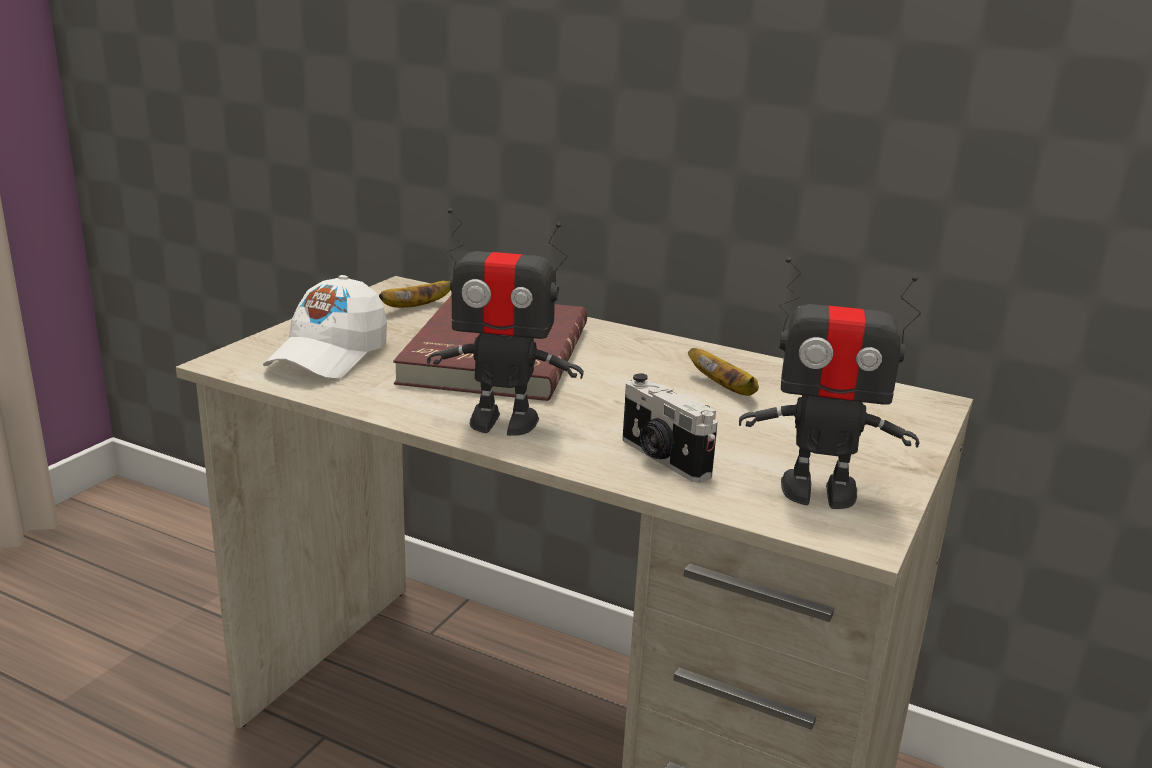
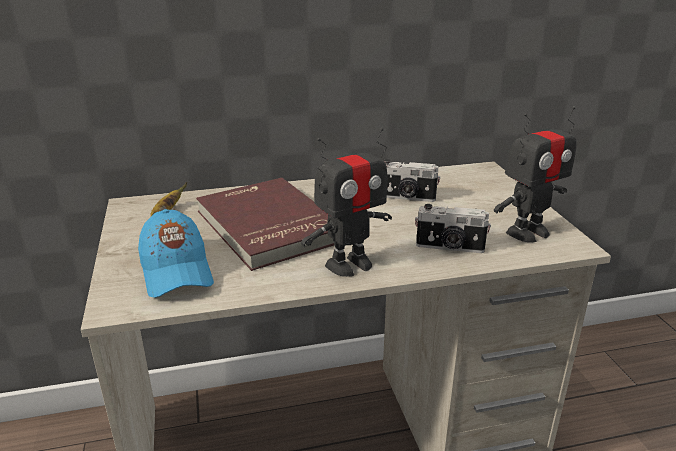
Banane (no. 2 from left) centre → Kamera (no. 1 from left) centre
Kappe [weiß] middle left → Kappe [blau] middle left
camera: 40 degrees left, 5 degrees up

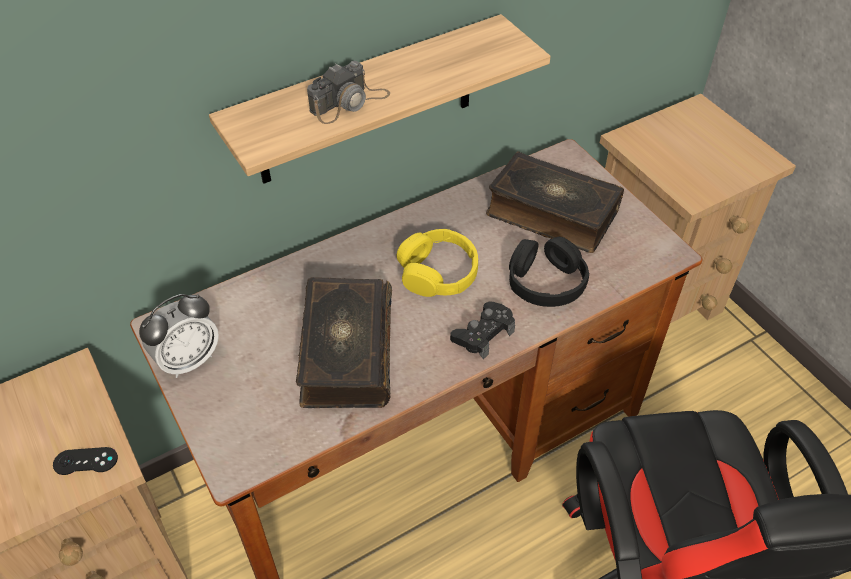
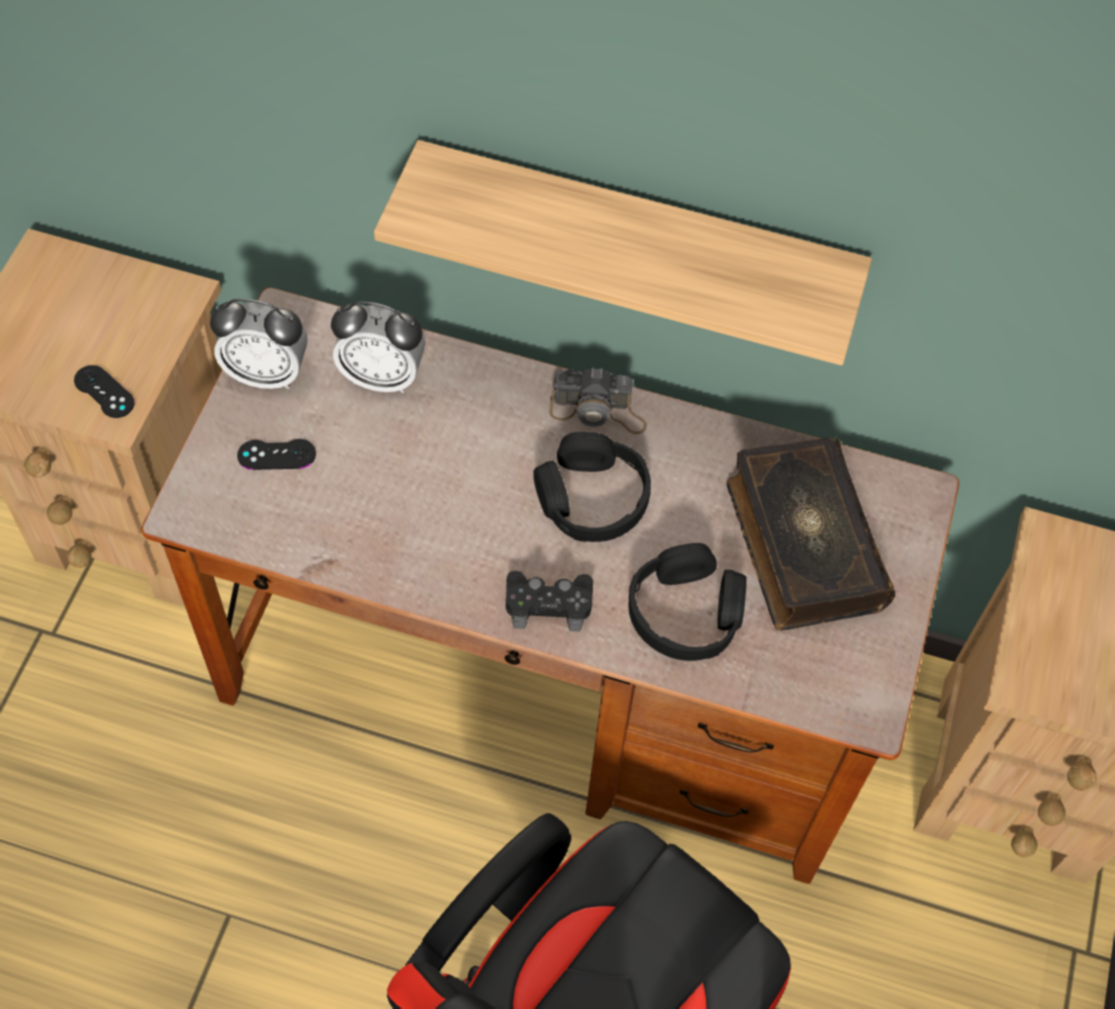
Buch (no. 1 from left) centre → -
- → Gamepad [schwarz] (no. 2 from left) middle left
- → Wecker (no. 2 from left) centre
Kamera top centre → Kamera centre, shifted
Kopfhörer [gelb] centre → Kopfhörer [schwarz] (no. 1 from left) centre
camera: 45 degrees right, 10 degrees up

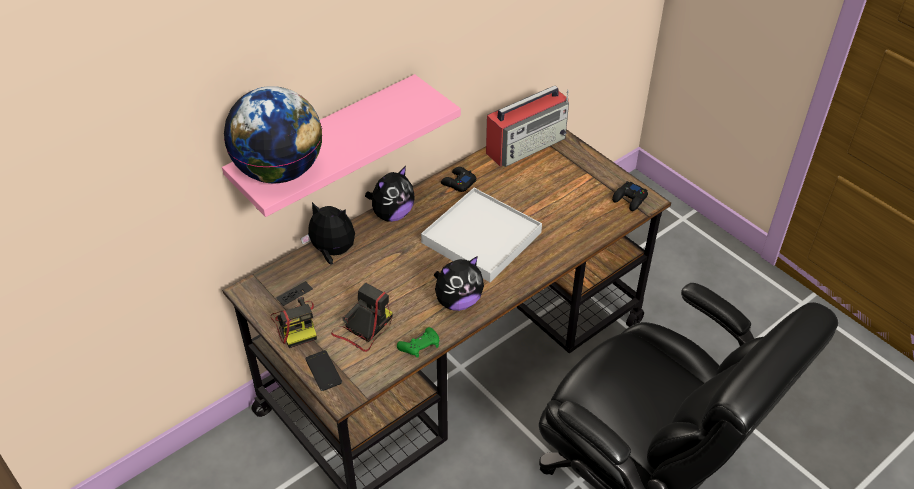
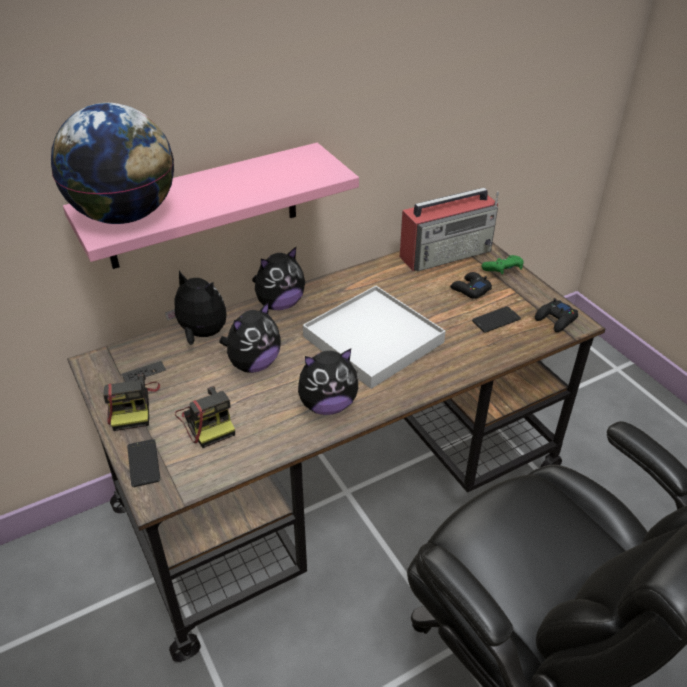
- → Plüschtier (no. 2 from left) centre
- → Handy (no. 2 from left) middle right
Gamepad [grün] bottom centre → Gamepad [grün] middle right, shifted
Gamepad [schwarz] (no. 1 from left) centre → Gamepad [schwarz] (no. 1 from left) middle right, shifted
Kamera (no. 2 from left) centre → Kamera (no. 2 from left) middle left, 105 degrees clockwise
camera: 10 degrees right, 5 degrees down

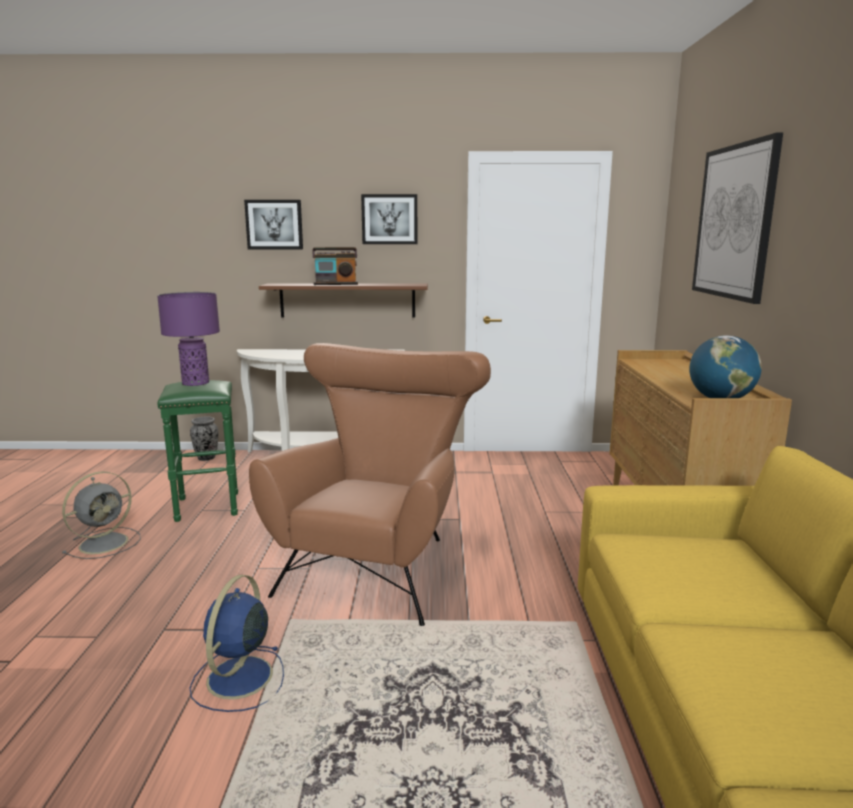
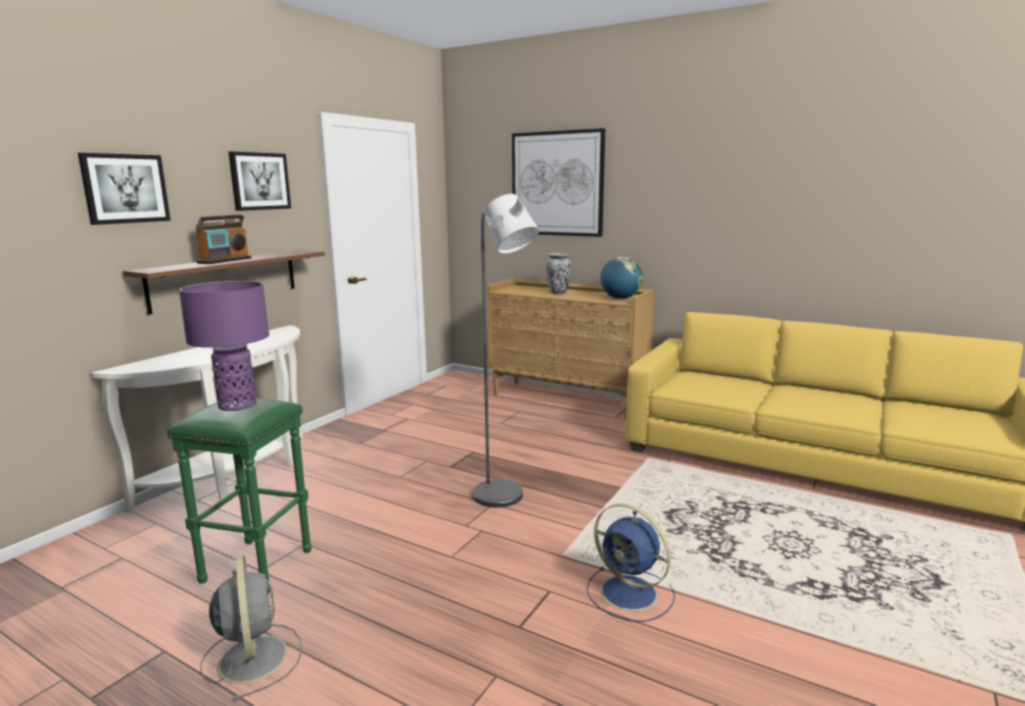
Vase middle left → Vase centre, shifted
Sessel [braun] centre → Stehlampe [grau] centre
camera: 60 degrees left, 0 degrees up

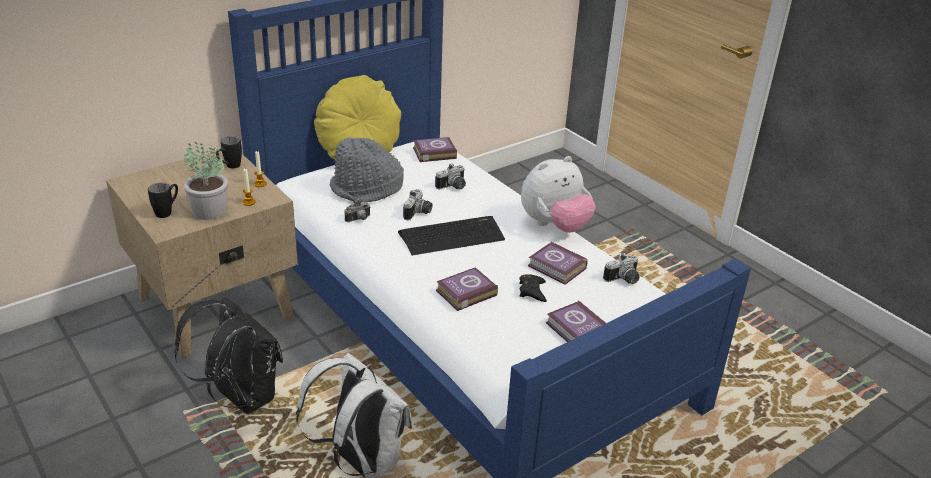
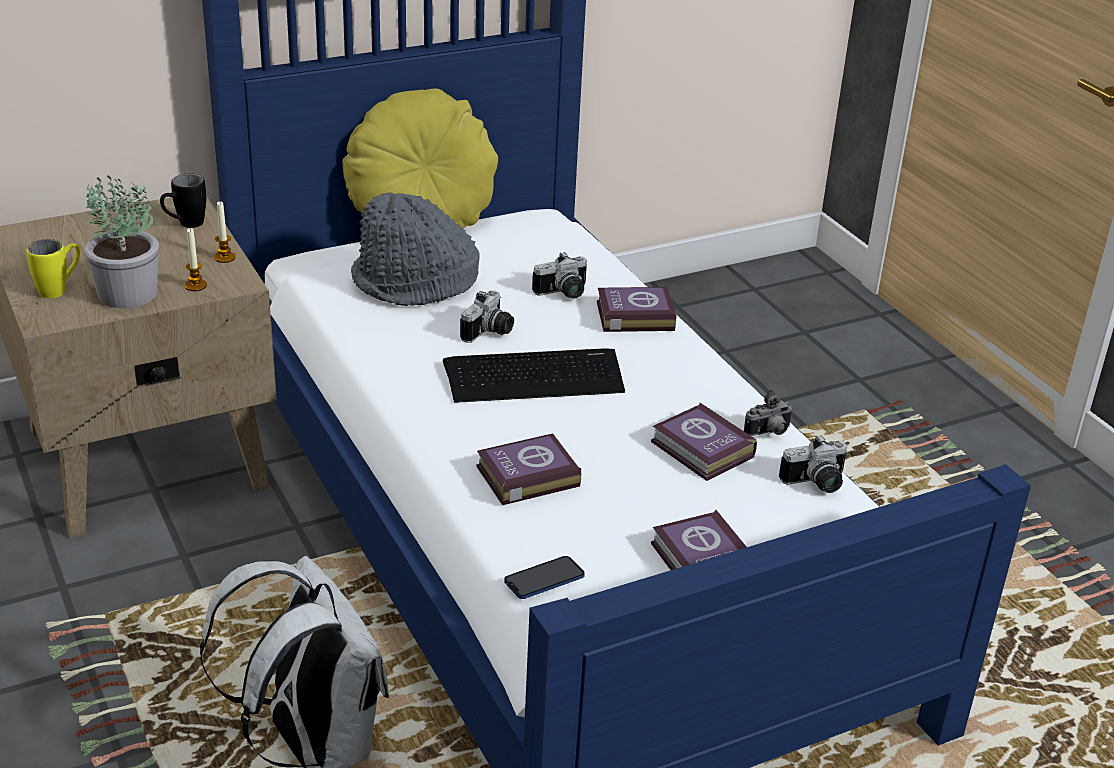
Rucksack [schwarz] bottom left → -
Gamepad [schwarz] centre → -
Plüschtier centre → -
- → Handy bottom centre
Kamera (no. 1 from left in the first image) centre → Kamera (no. 3 from left) middle right, shifted
Buch (no. 1 from left in the first image) top centre → Buch (no. 2 from left) centre, shifted
Henkelbecher [schwarz] (no. 1 from left) middle left → Henkelbecher [gelb] middle left
camera: 10 degrees right, 0 degrees up

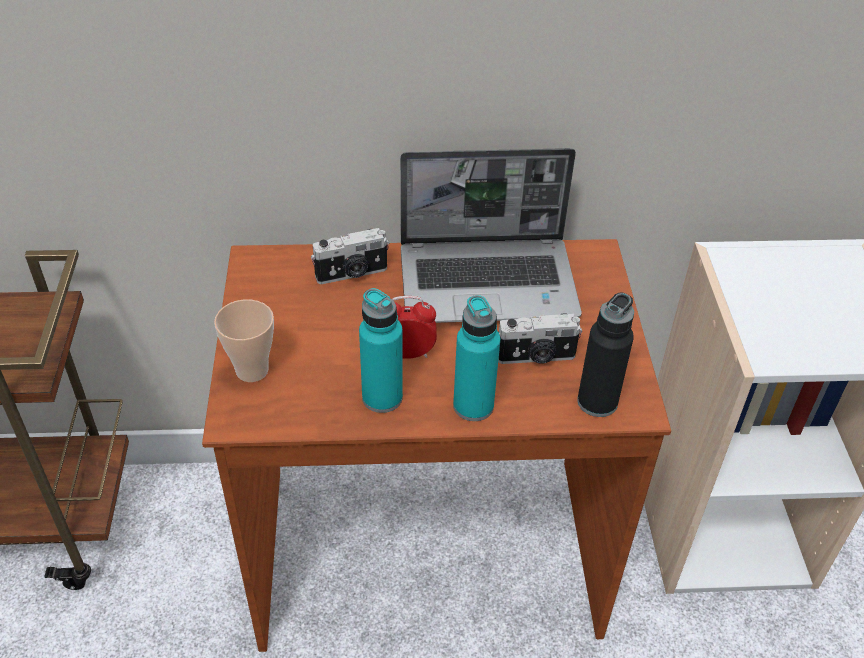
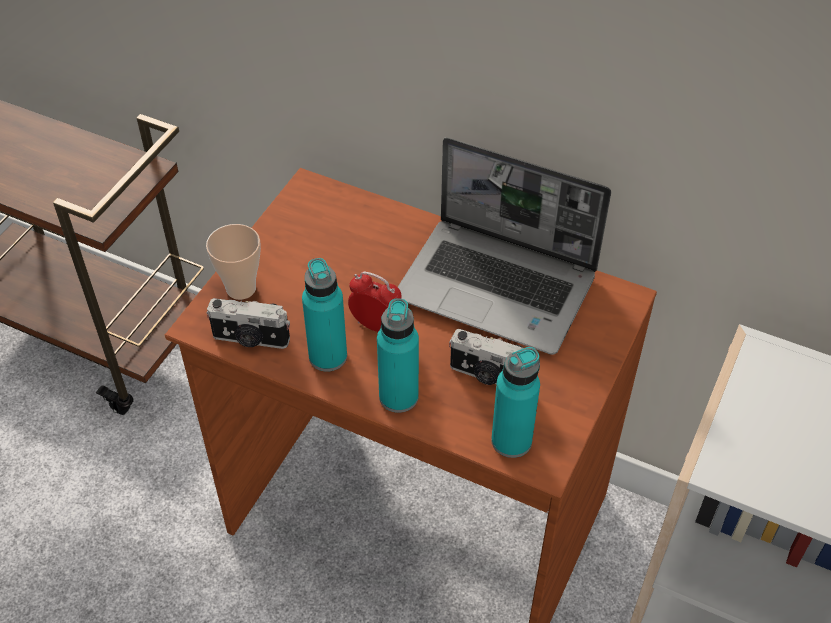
Kamera (no. 1 from left) centre → Kamera (no. 1 from left) middle left, shifted
Flasche [schwarz] middle right → Flasche [türkis] (no. 3 from left) centre
camera: 30 degrees right, 5 degrees up

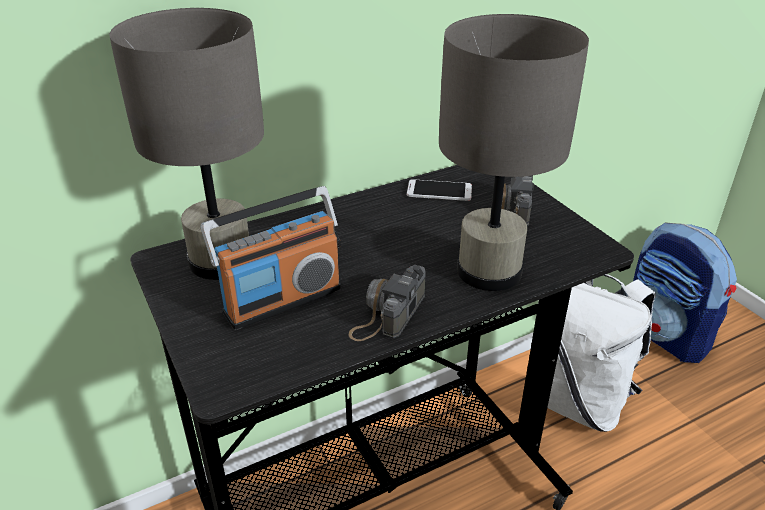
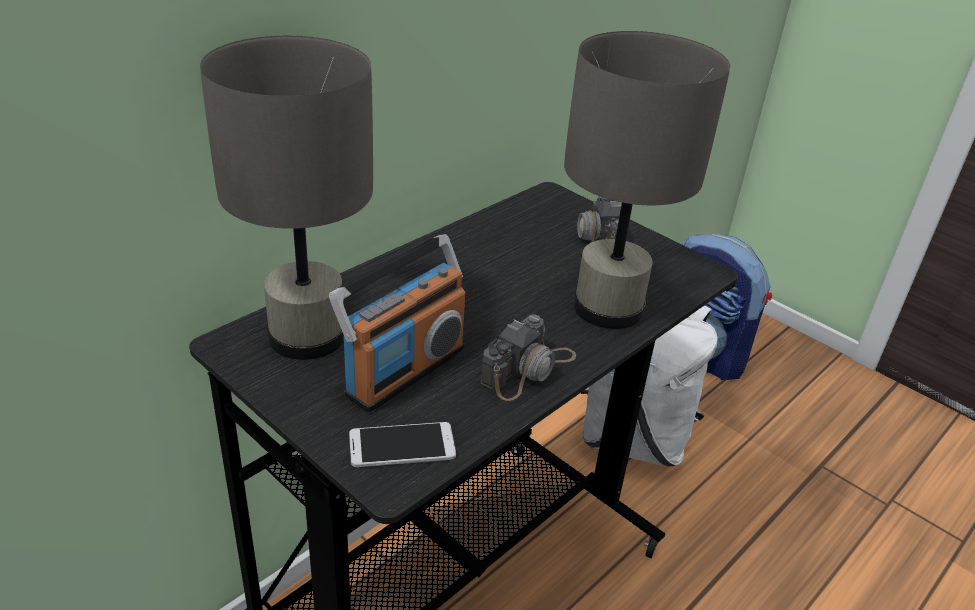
Handy centre → Handy bottom centre, shifted
Kamera (no. 1 from left) centre, 150 degrees counterclockwise
camera: 20 degrees left, 0 degrees up

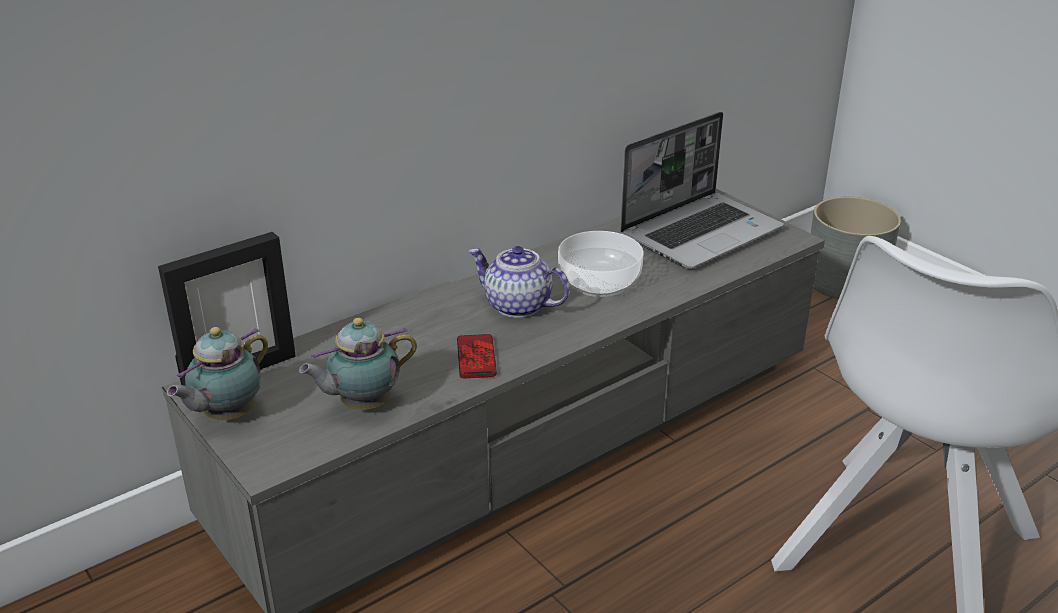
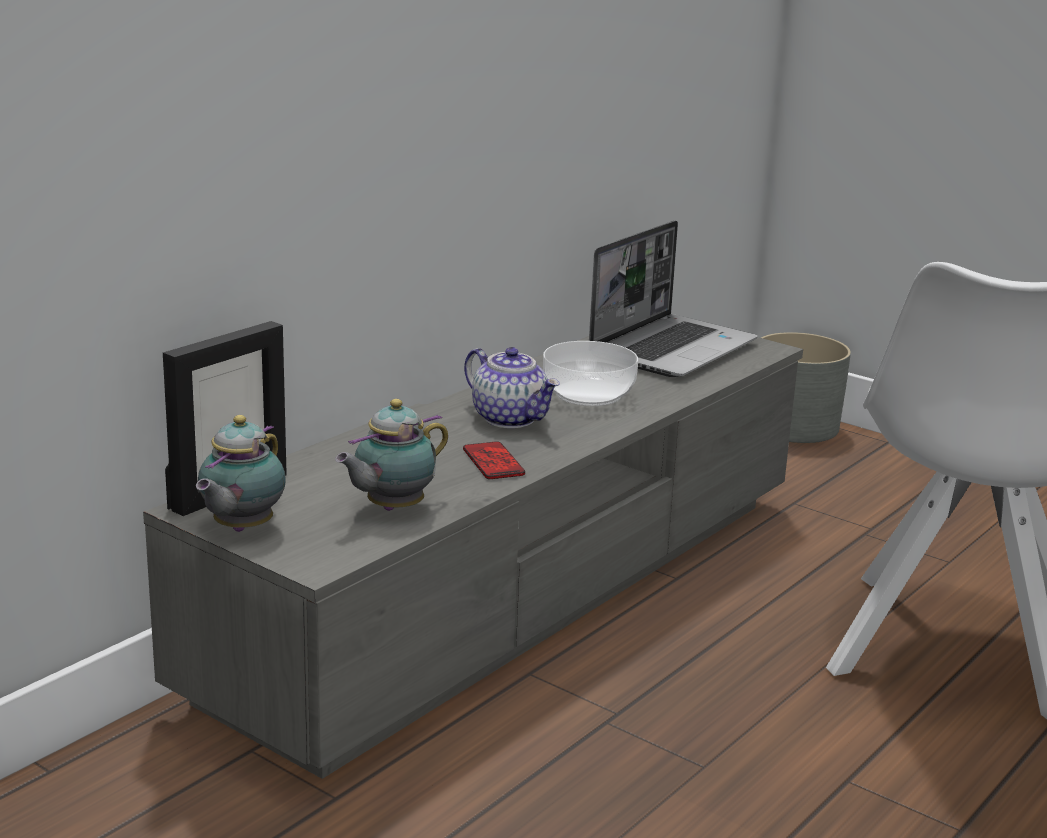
Teekanne (no. 3 from left) centre, 150 degrees counterclockwise
camera: 15 degrees left, 10 degrees down

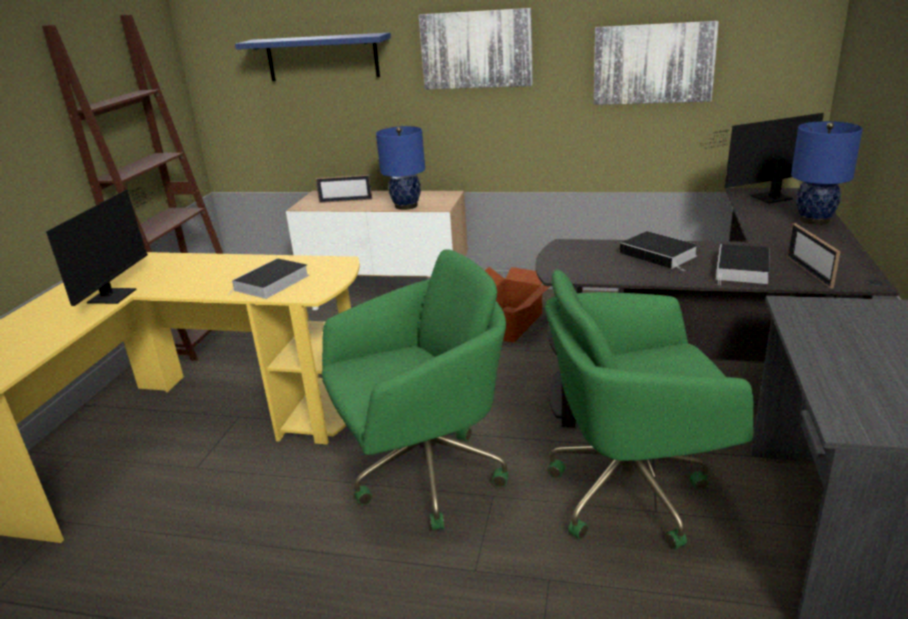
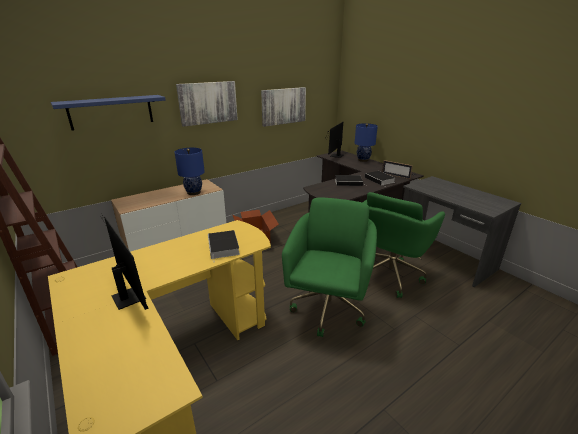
Bilderrahmen (no. 1 from left) top centre → -
camera: 50 degrees left, 0 degrees up

